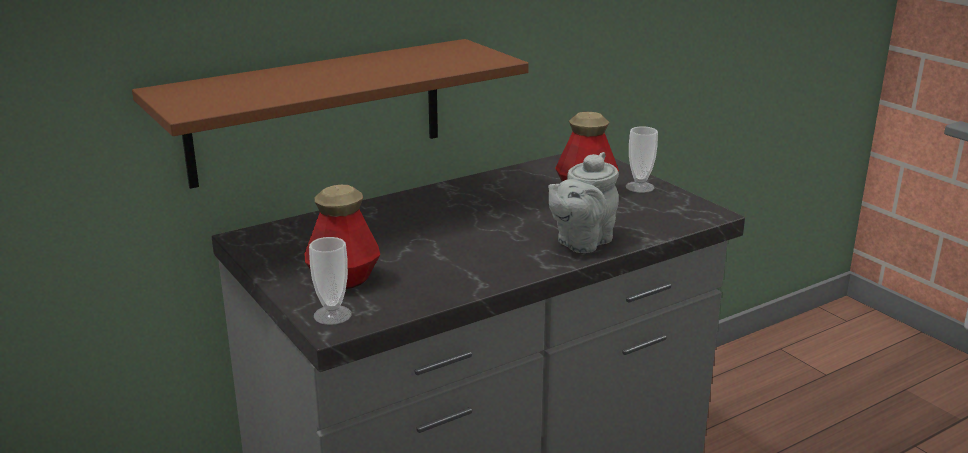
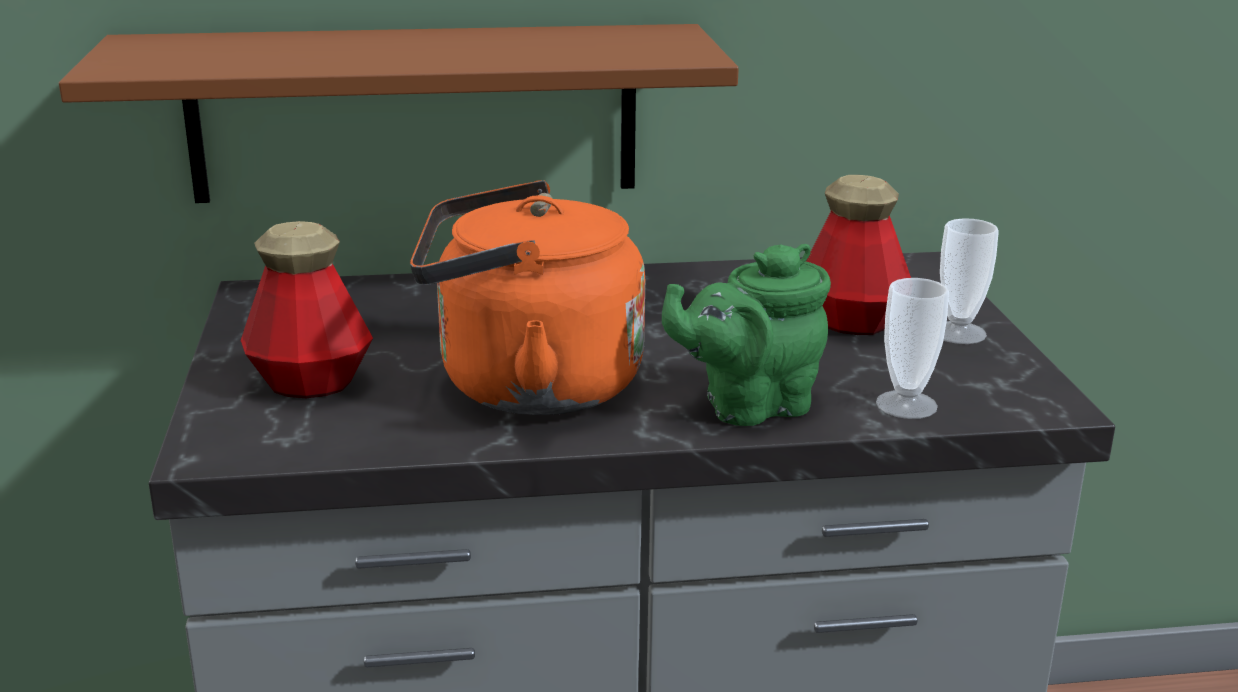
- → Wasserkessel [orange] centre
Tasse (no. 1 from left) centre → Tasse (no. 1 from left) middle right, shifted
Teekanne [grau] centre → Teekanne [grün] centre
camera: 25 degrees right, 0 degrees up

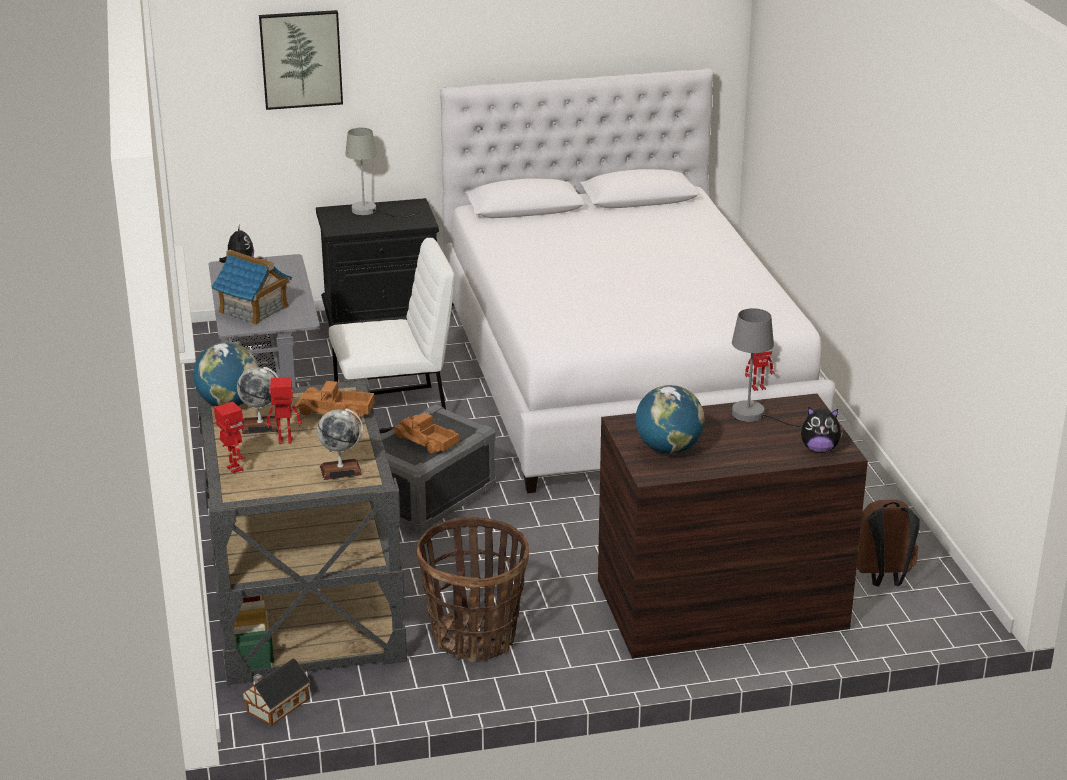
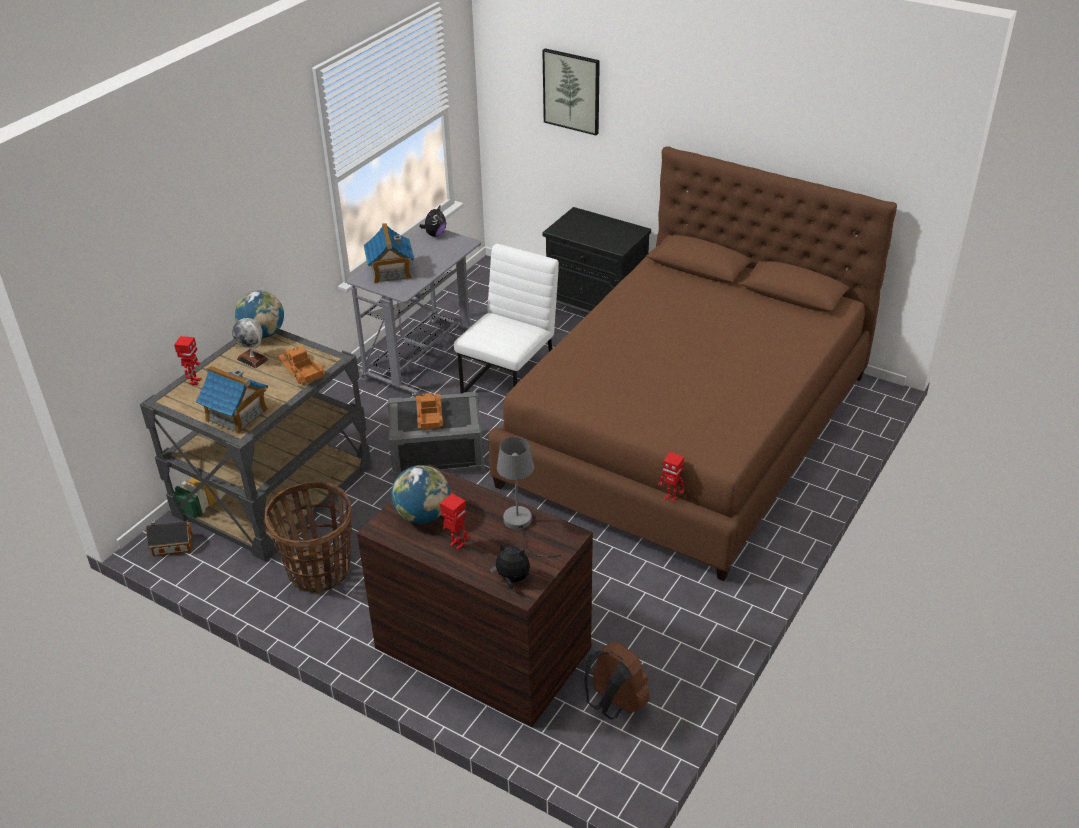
Tischlampe [grau] (no. 1 from left) top centre → -
Spielzeugroboter (no. 2 from left) middle left → Spielzeugroboter (no. 2 from left) centre, shifted
Globus (no. 3 from left) middle left → Spielzeughaus (no. 2 from left) middle left
Bett [weiß] centre → Bett [braun] centre
Stuhl [weiß] centre, 90 degrees counterclockwise
Plüschtier (no. 2 from left) middle right → Plüschtier (no. 2 from left) bottom centre, 150 degrees clockwise
camera: 45 degrees right, 10 degrees up

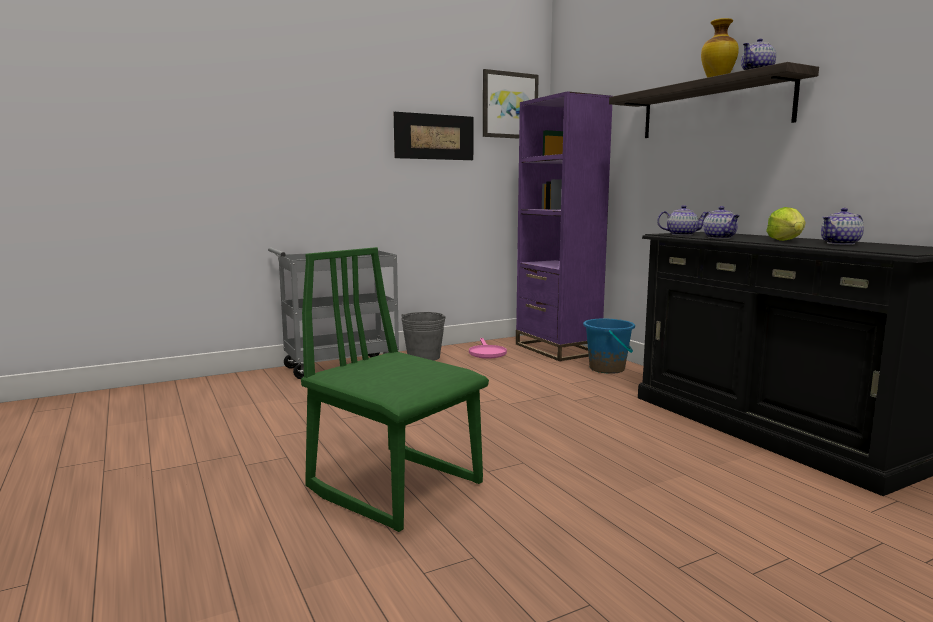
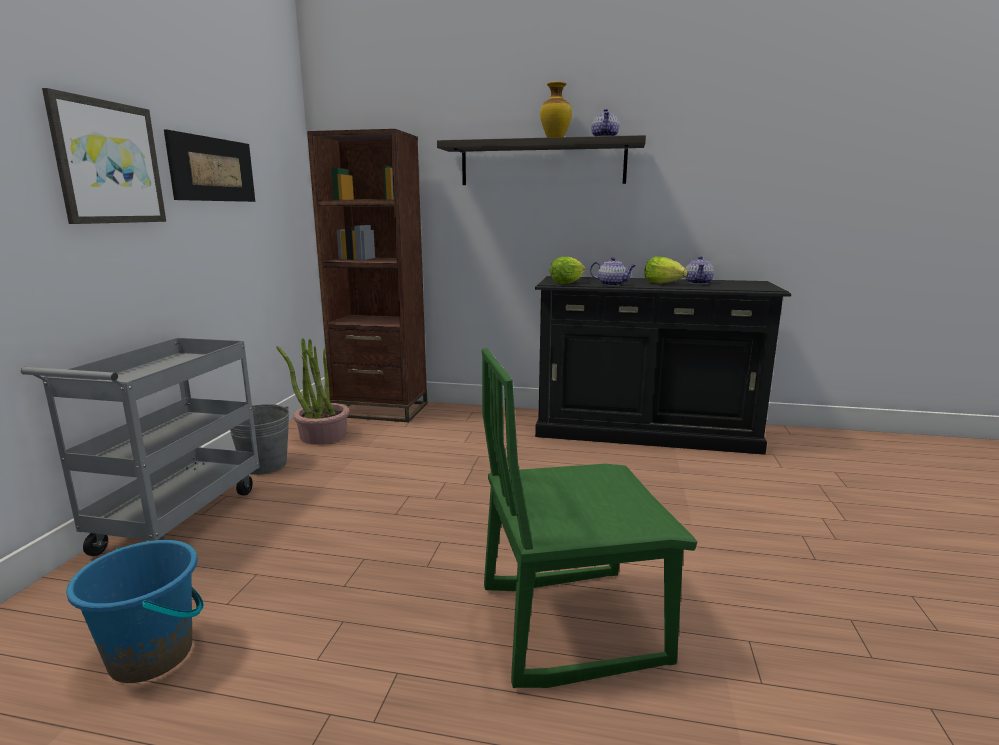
Bild (no. 2 from left in the first image) top centre → Bild (no. 1 from left) top left, shifted
Eimer [blau] centre → Eimer [blau] bottom left, shifted
Pfanne [rosa] centre → Topfpflanze middle left
Teekanne (no. 1 from left) middle right → Salatkopf (no. 1 from left) centre
Bücherregal [lila] centre → Bücherregal [braun] centre
camera: 50 degrees left, 5 degrees up

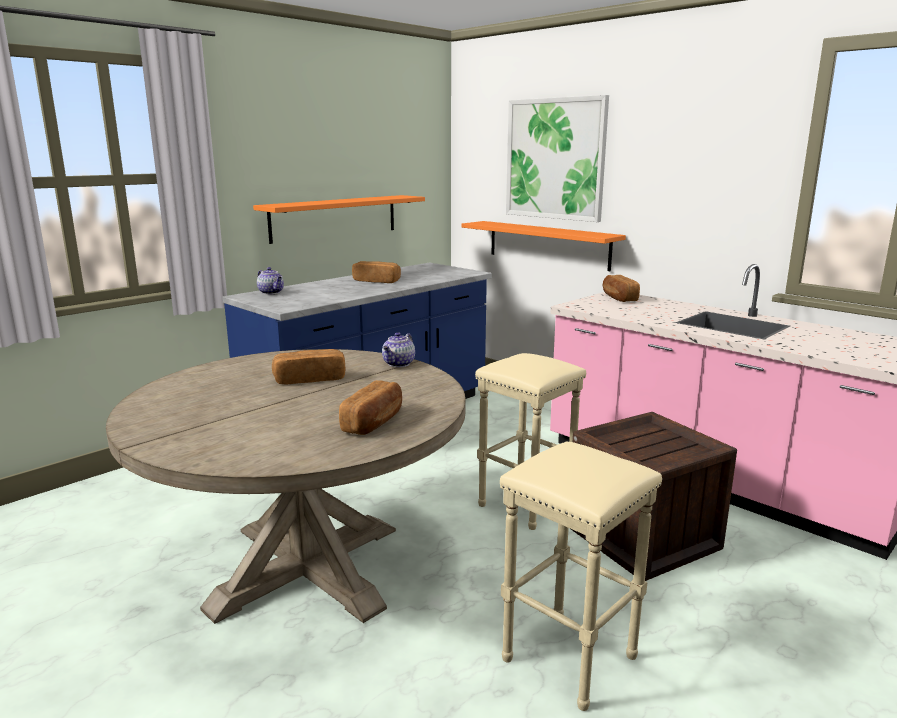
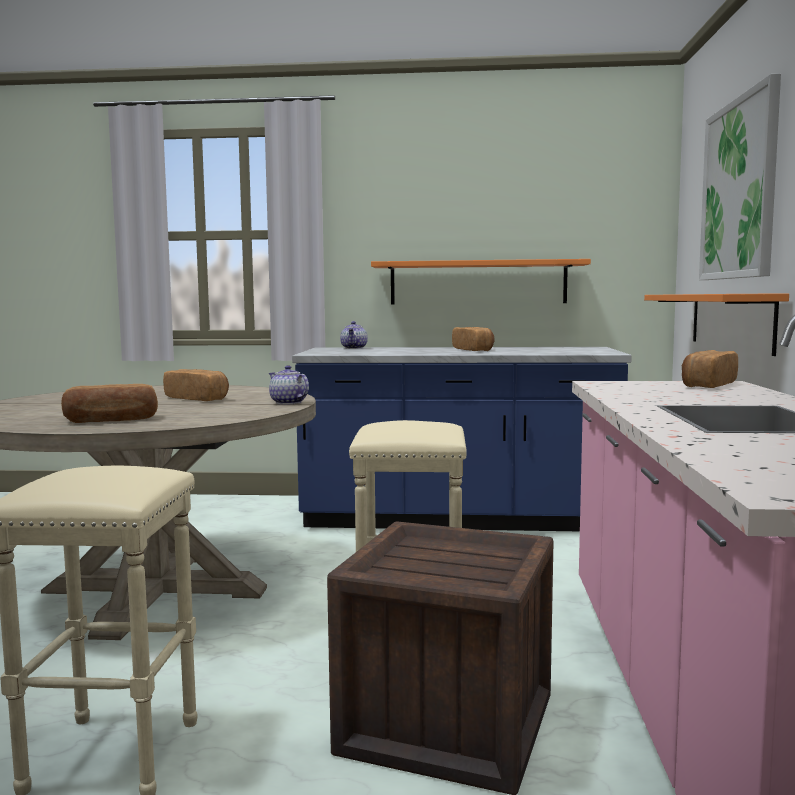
Teekanne (no. 2 from left in the first image) centre → Teekanne (no. 1 from left) centre, 60 degrees clockwise
camera: 50 degrees right, 10 degrees down

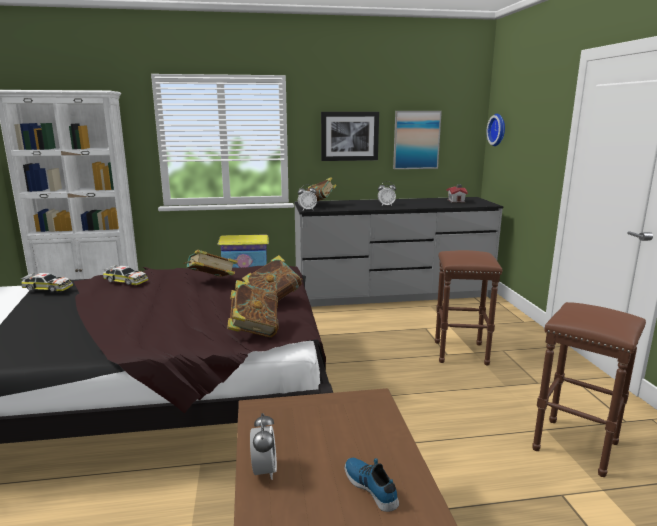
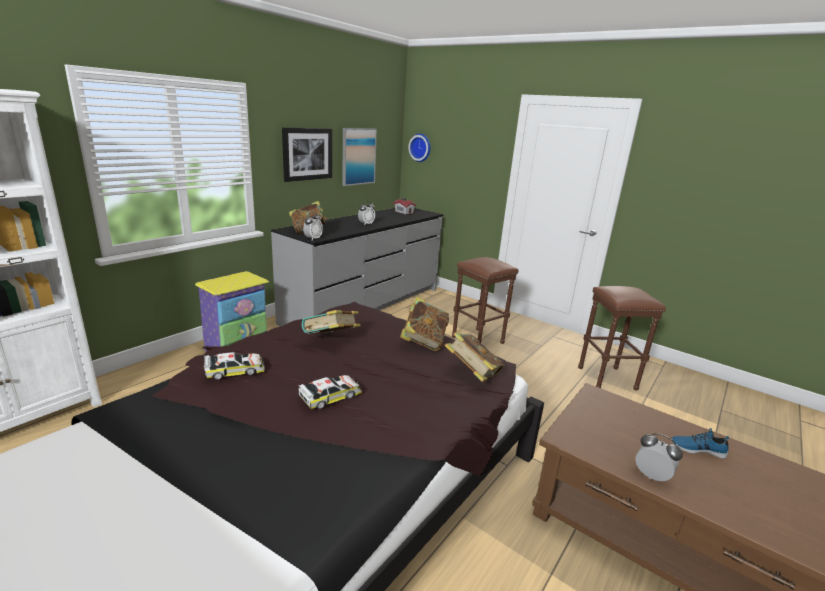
Spielzeugauto (no. 1 from left in the first image) middle left → Spielzeugauto (no. 2 from left) centre, shifted
camera: 45 degrees left, 5 degrees up

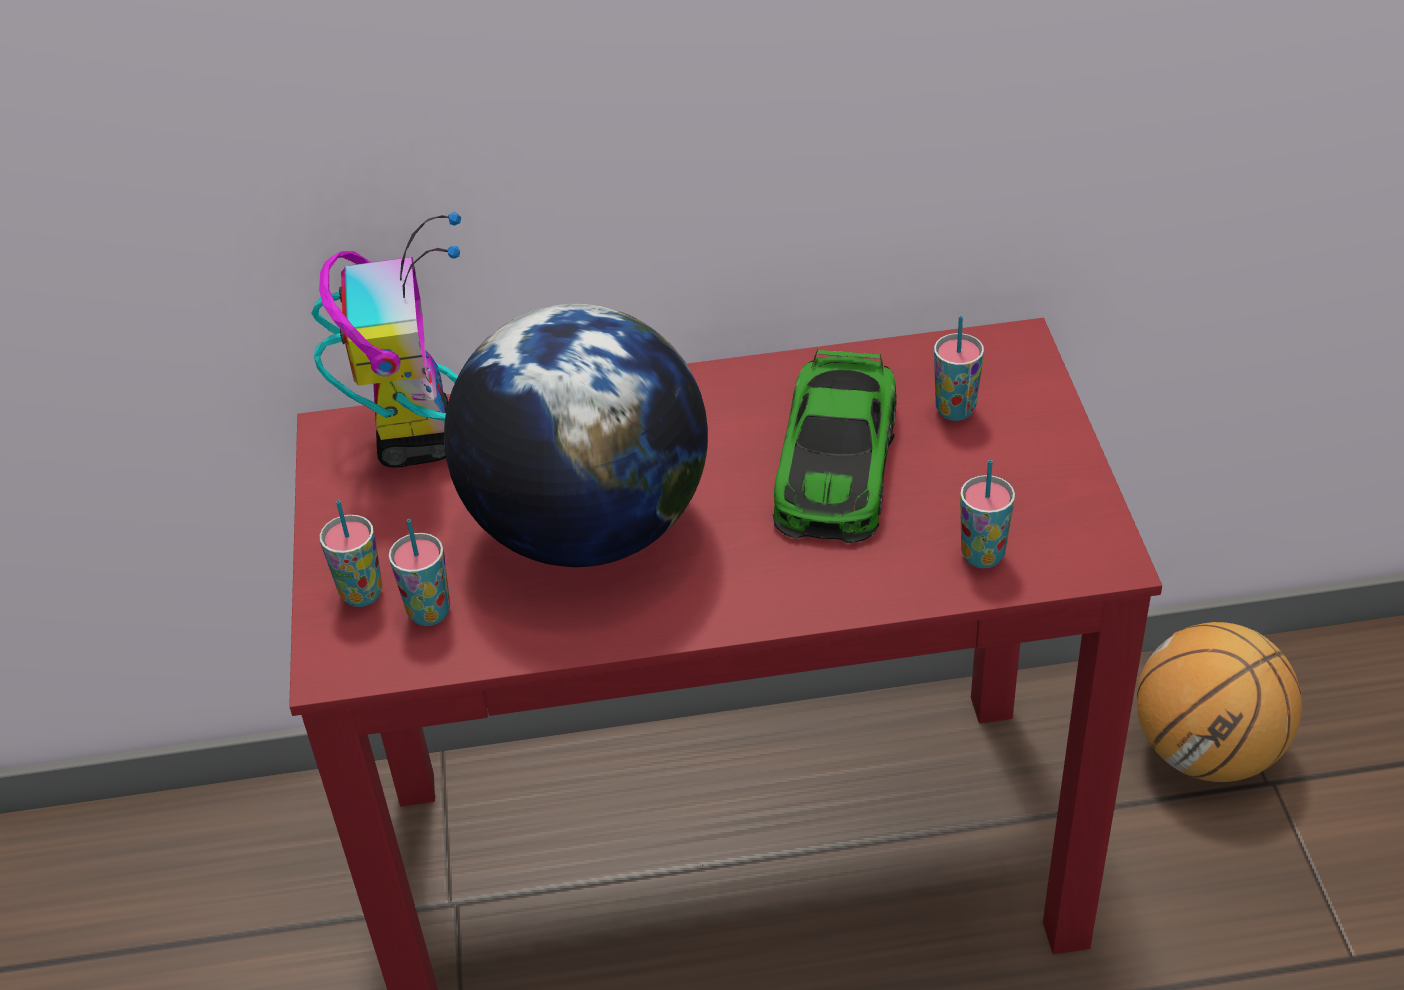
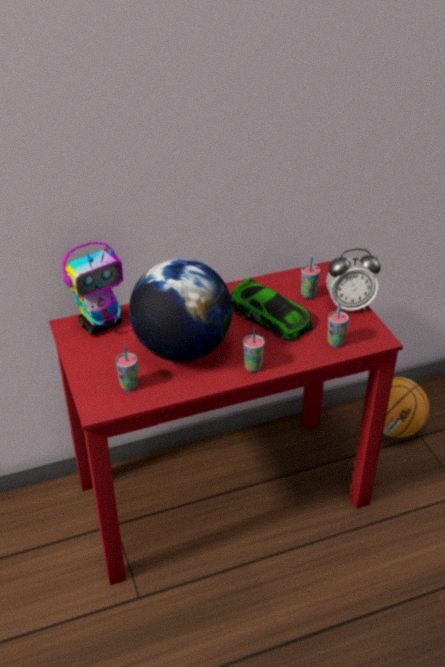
- → Wecker middle right
Tasse (no. 1 from left in the first image) middle left → Tasse (no. 2 from left) centre, shifted
Spielzeugroboter middle left, 75 degrees clockwise
Spielzeugauto centre, 45 degrees counterclockwise
camera: 15 degrees left, 5 degrees down

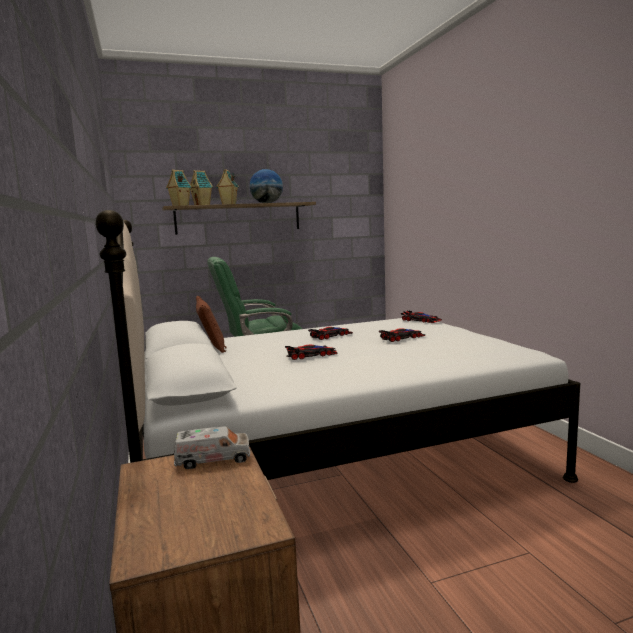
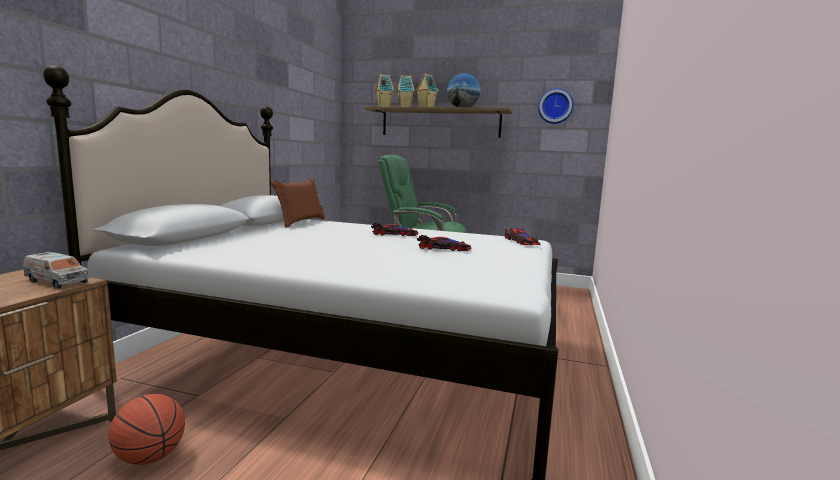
Spielzeugauto (no. 1 from left) centre → -
- → Basketball bottom left
- → Wanduhr top centre
camera: 35 degrees right, 0 degrees up

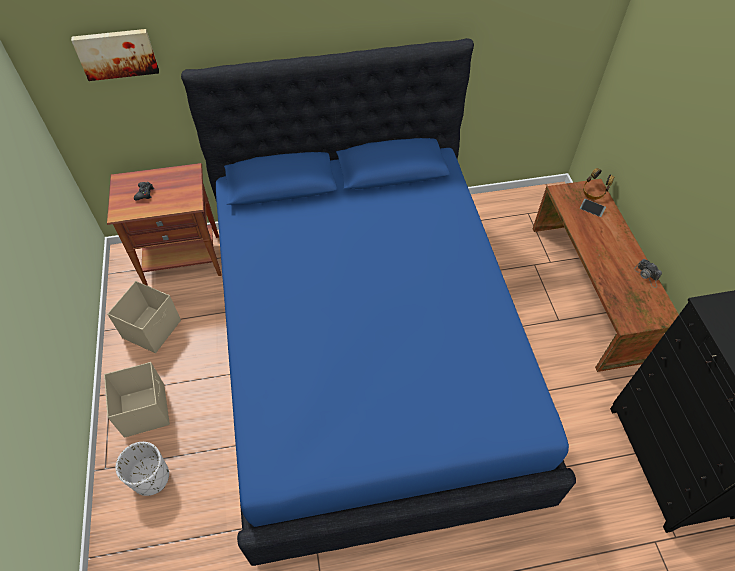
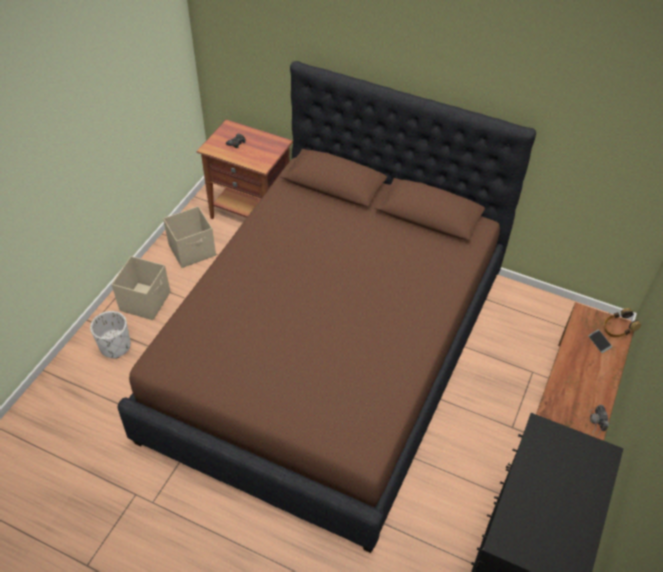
Bild top left → -
Bett [blau] centre → Bett [braun] centre
camera: 35 degrees right, 5 degrees down

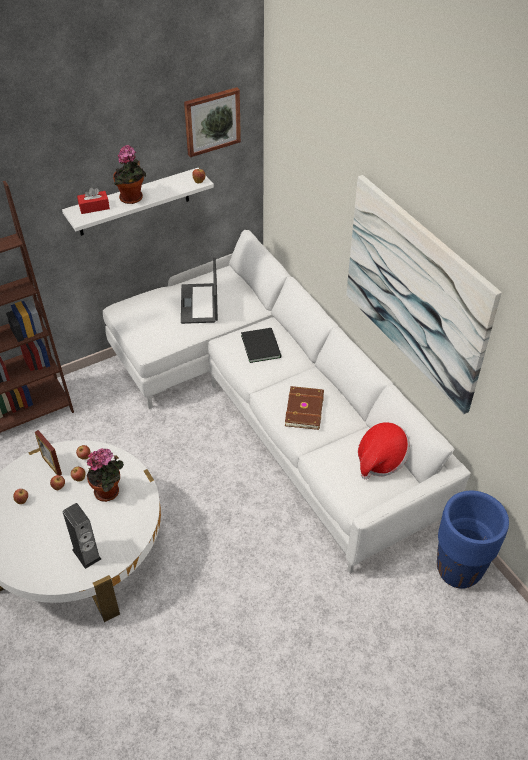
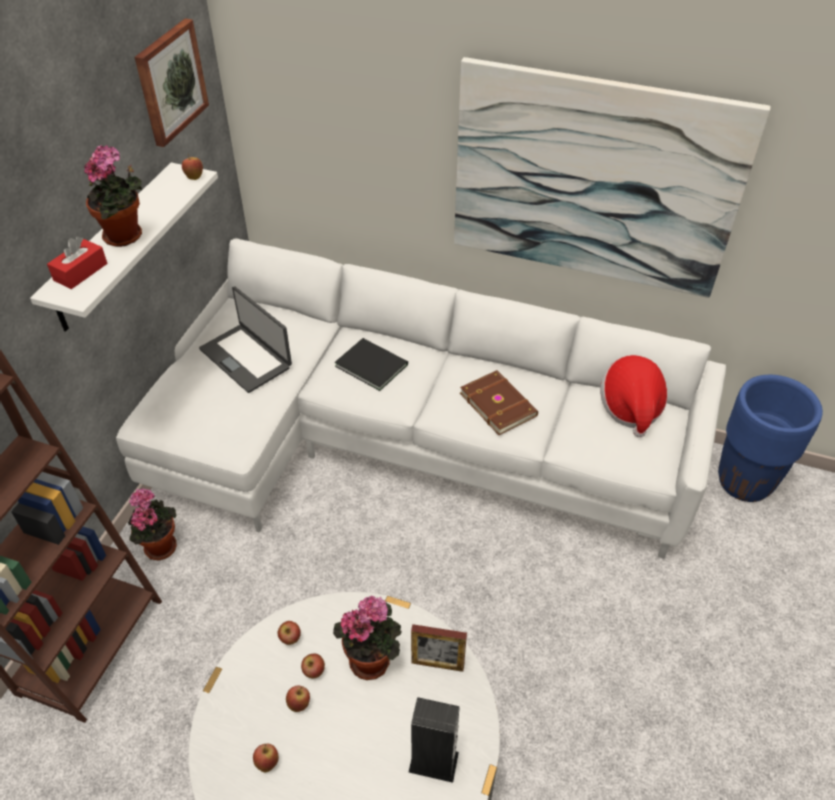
- → Topfpflanze (no. 2 from left) middle left
Bilderrahmen middle left → Bilderrahmen bottom centre, shifted
camera: 40 degrees left, 0 degrees up

